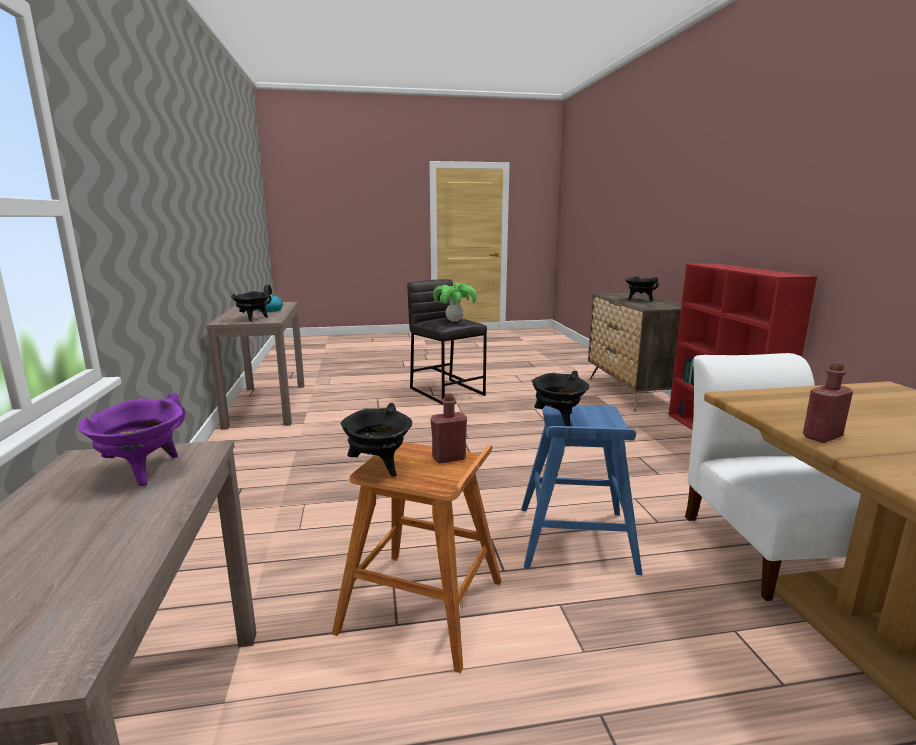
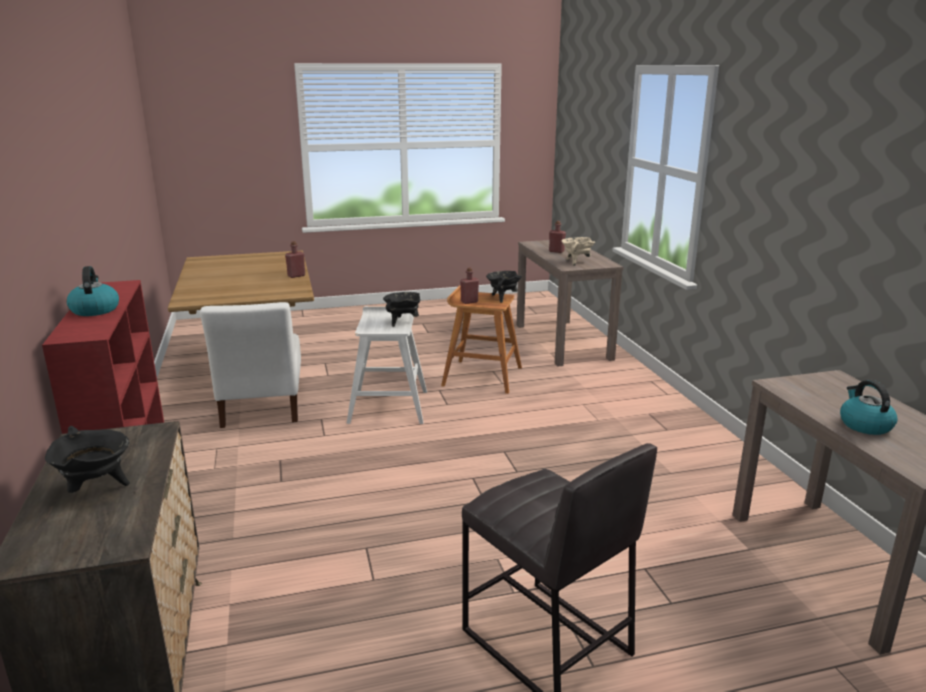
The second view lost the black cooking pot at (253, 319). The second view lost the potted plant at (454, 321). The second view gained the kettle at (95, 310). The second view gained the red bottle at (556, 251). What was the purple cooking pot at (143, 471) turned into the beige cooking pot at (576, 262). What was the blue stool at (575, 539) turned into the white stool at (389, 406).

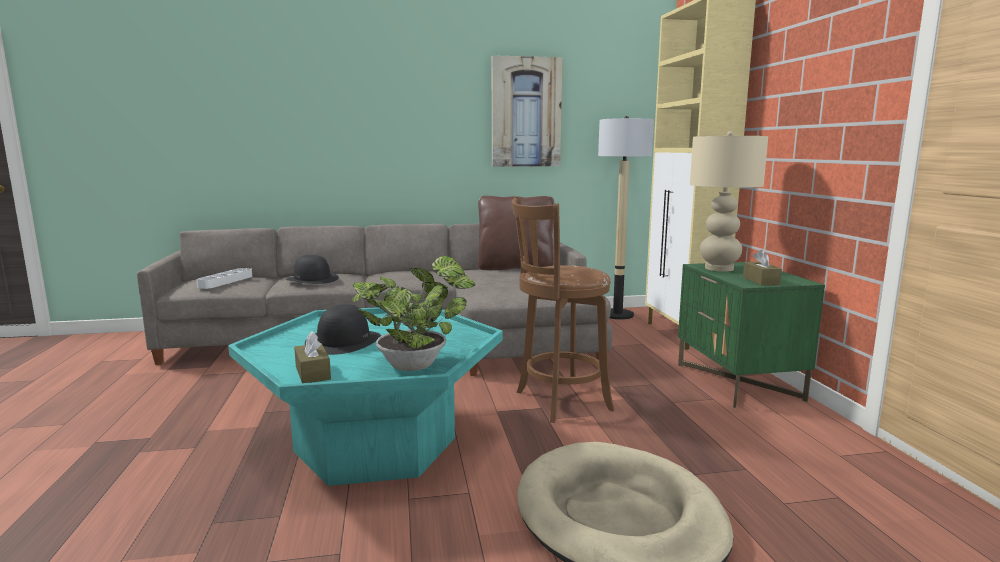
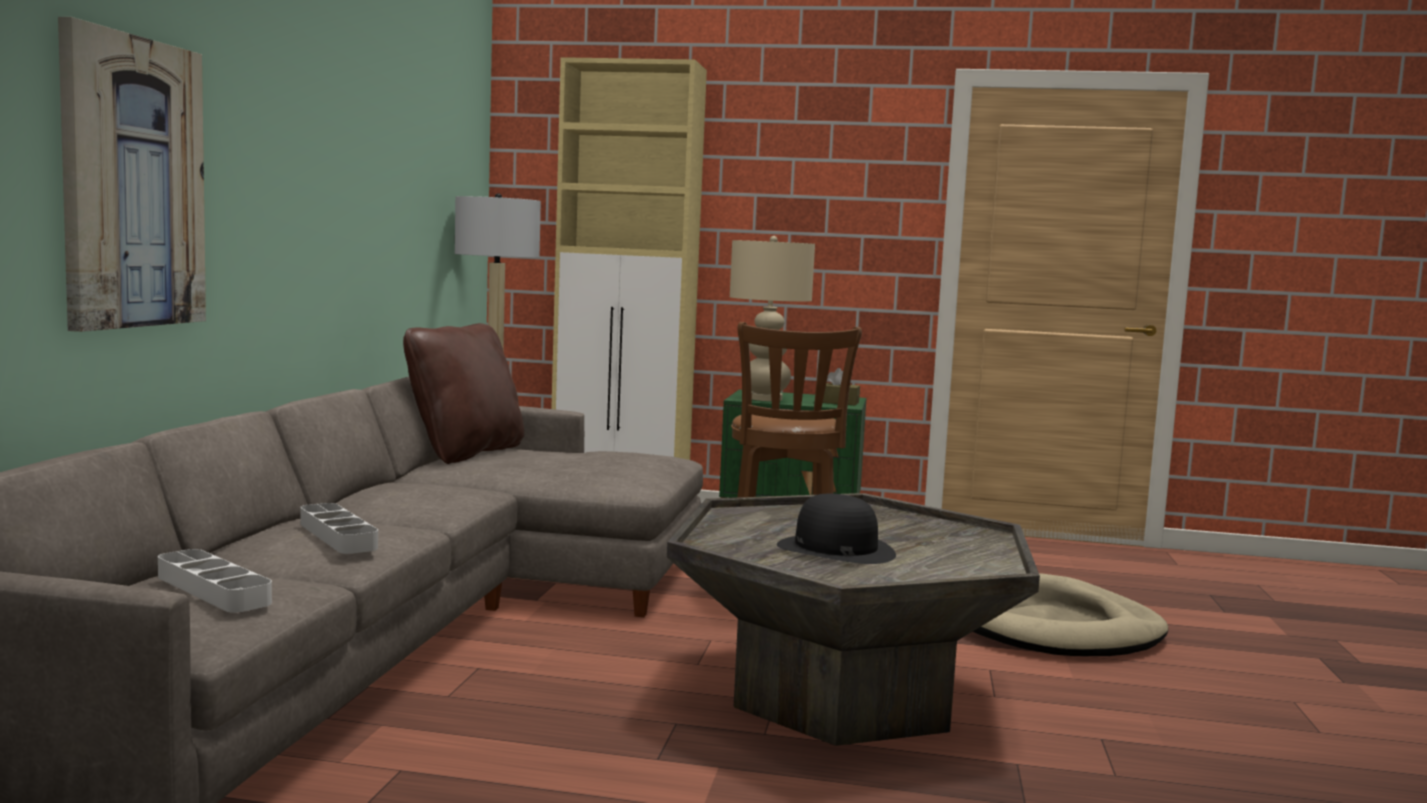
The second view lost the brown tissue box at (313, 373). The second view lost the potted plant at (417, 365). The picture ended up elsewhere, having gone from (526, 112) to (132, 183). Where the black hat stood at (312, 279), the grey tray came to stand at (337, 536). What was the turquoise coffee table at (375, 444) turned into the grey coffee table at (842, 696).

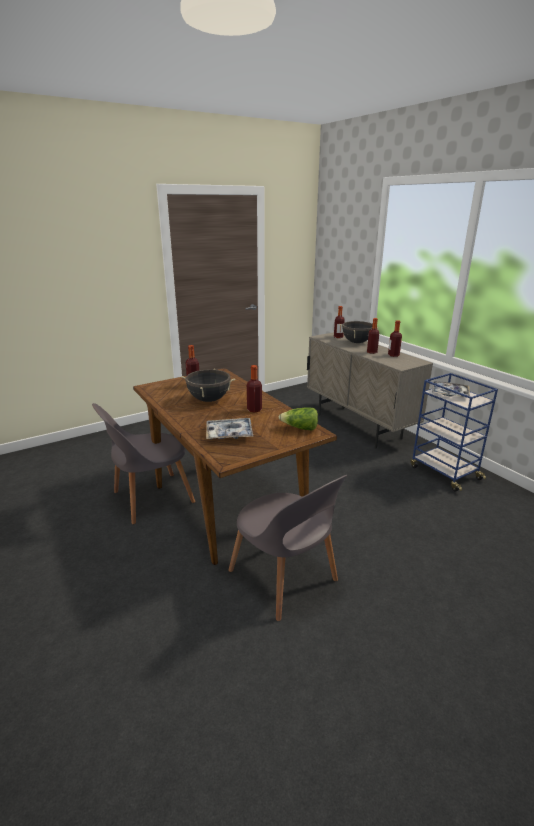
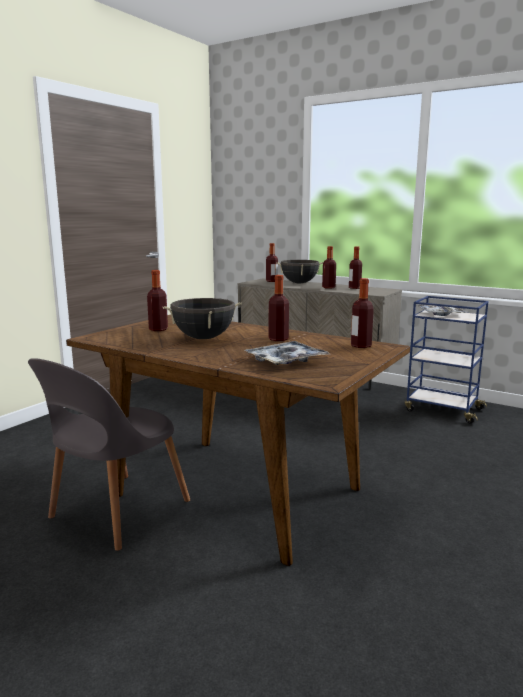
The second view lost the grey chair at (285, 578). Where the lettuce stood at (300, 428), the bottle came to stand at (360, 346).

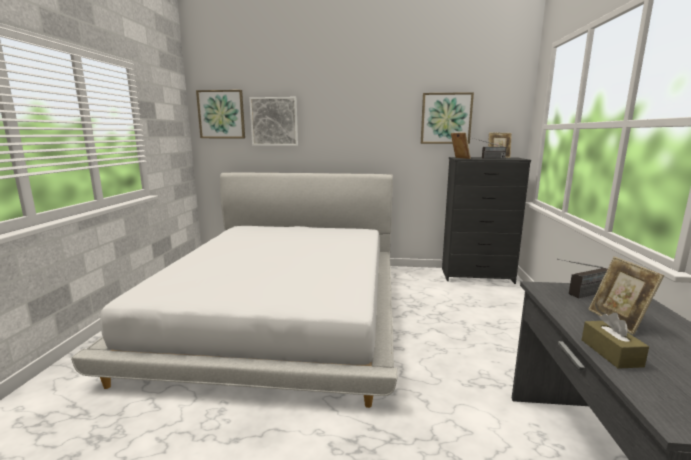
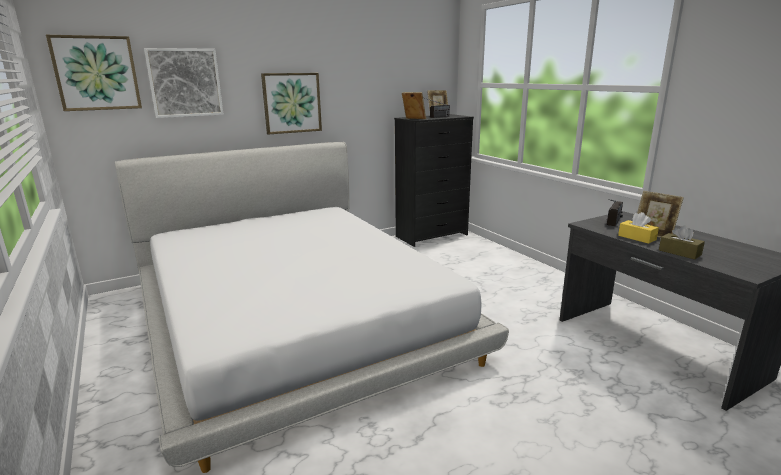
The second view gained the yellow tissue box at (637, 237). The picture ended up elsewhere, having gone from (446, 118) to (292, 103).

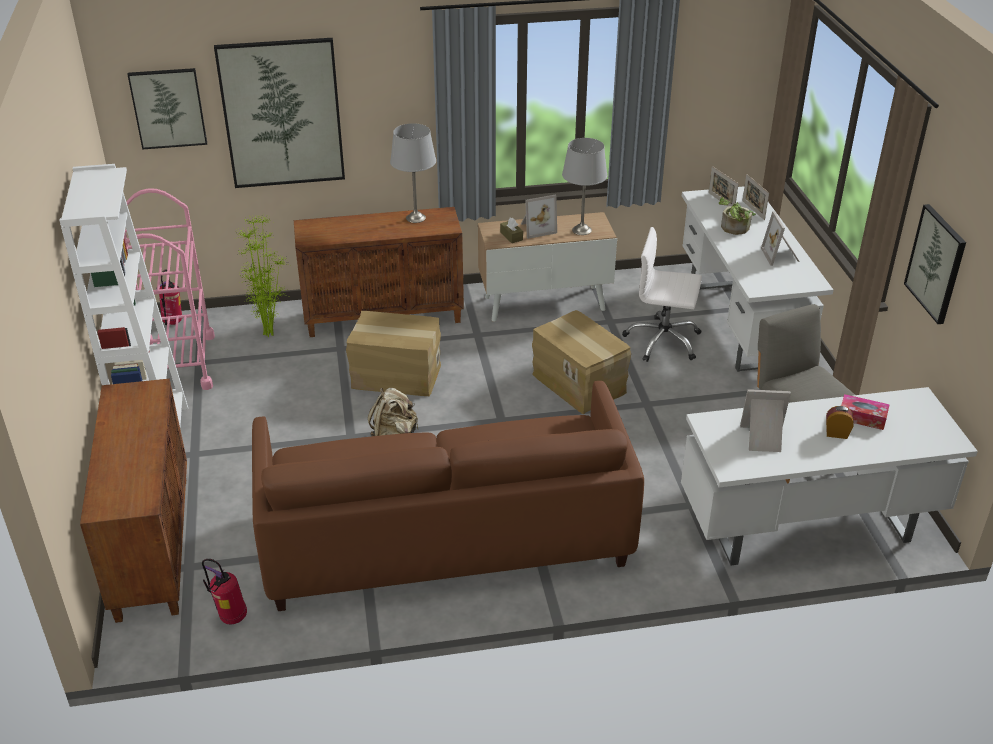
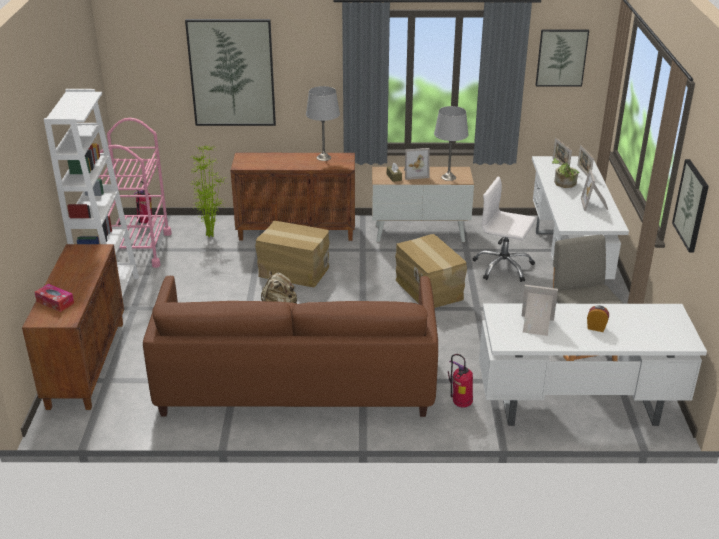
The picture ended up elsewhere, having gone from (168, 108) to (561, 57). The fire extinguisher ended up elsewhere, having gone from (231, 618) to (460, 404). The tissue box ended up elsewhere, having gone from (862, 417) to (55, 302).

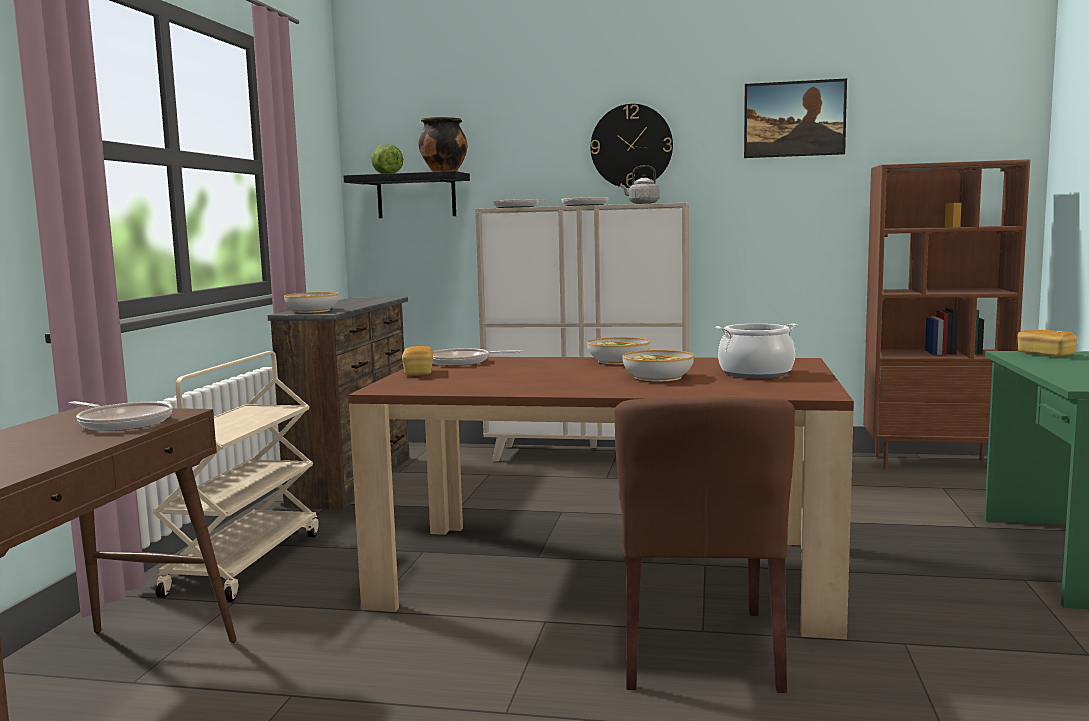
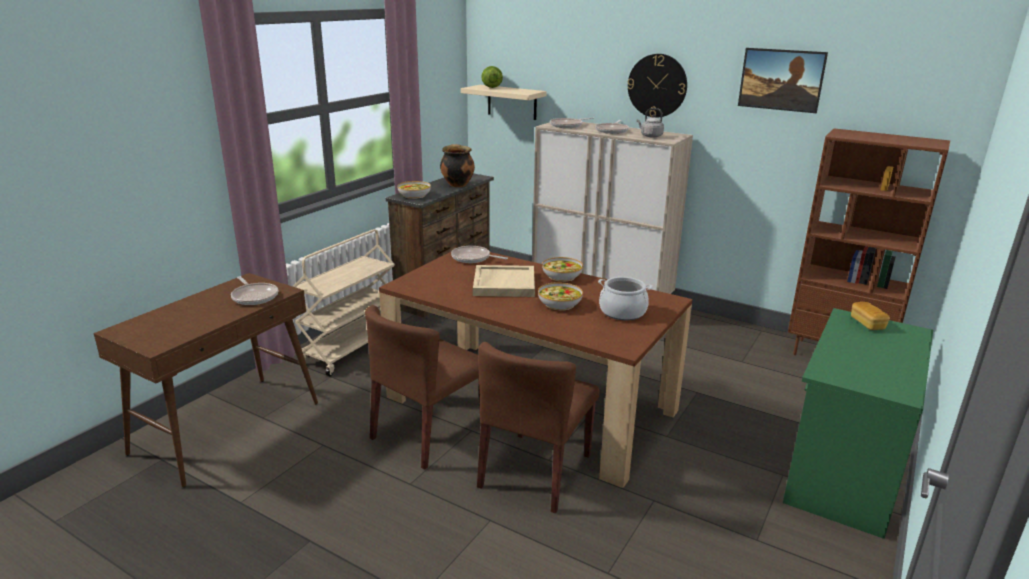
The second view lost the bread at (418, 373). The second view gained the brown chair at (428, 433). The second view gained the beige tray at (503, 284). The cooking pot ended up elsewhere, having gone from (443, 172) to (457, 184). What was the black shelf at (416, 196) turned into the beige shelf at (512, 102).

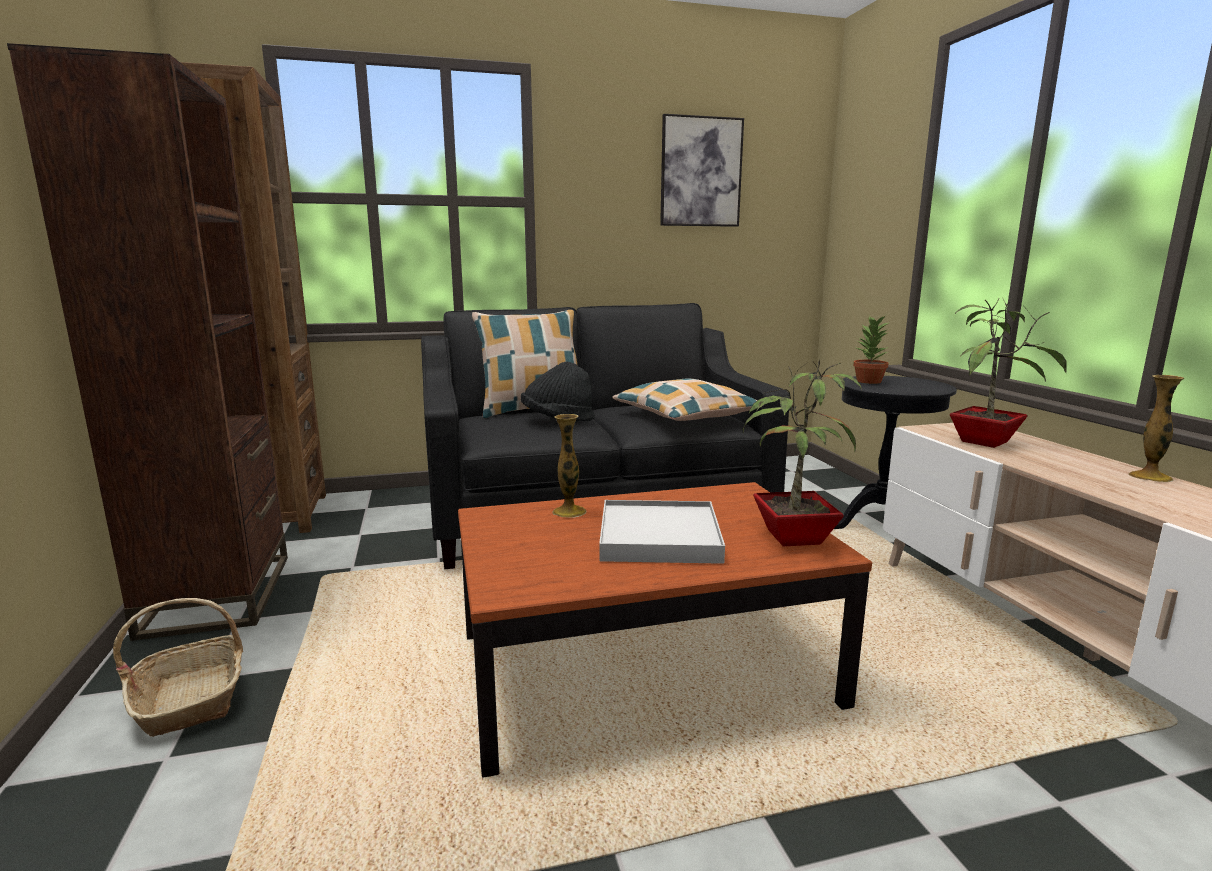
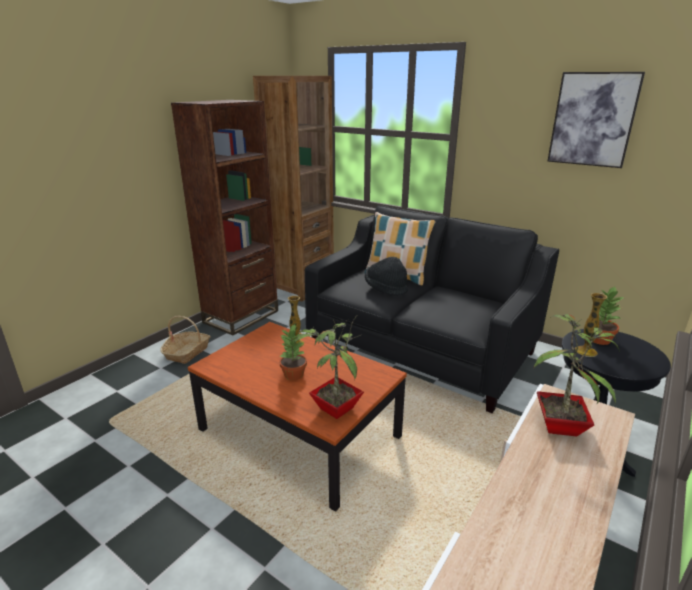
The second view lost the pillow at (685, 416). The vase ended up elsewhere, having gone from (1150, 477) to (585, 351). Where the white tray stood at (659, 537), the potted plant came to stand at (293, 375).

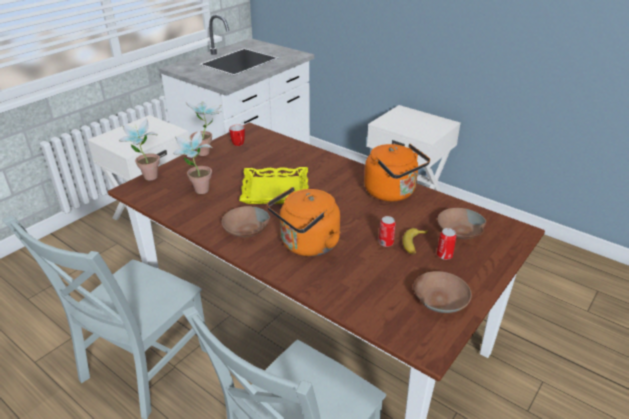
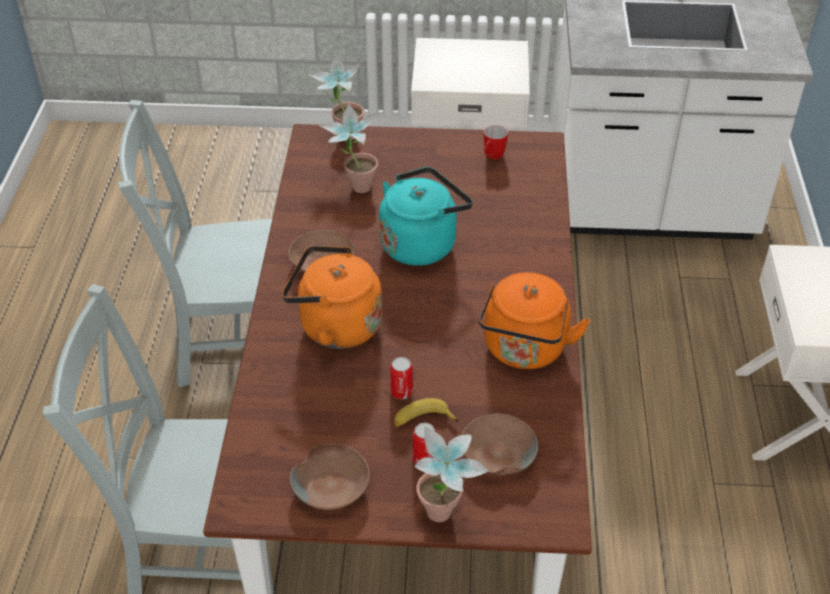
The potted plant ended up elsewhere, having gone from (208, 153) to (444, 518). Where the yellow tray stood at (275, 190), the turquoise kettle came to stand at (421, 243).

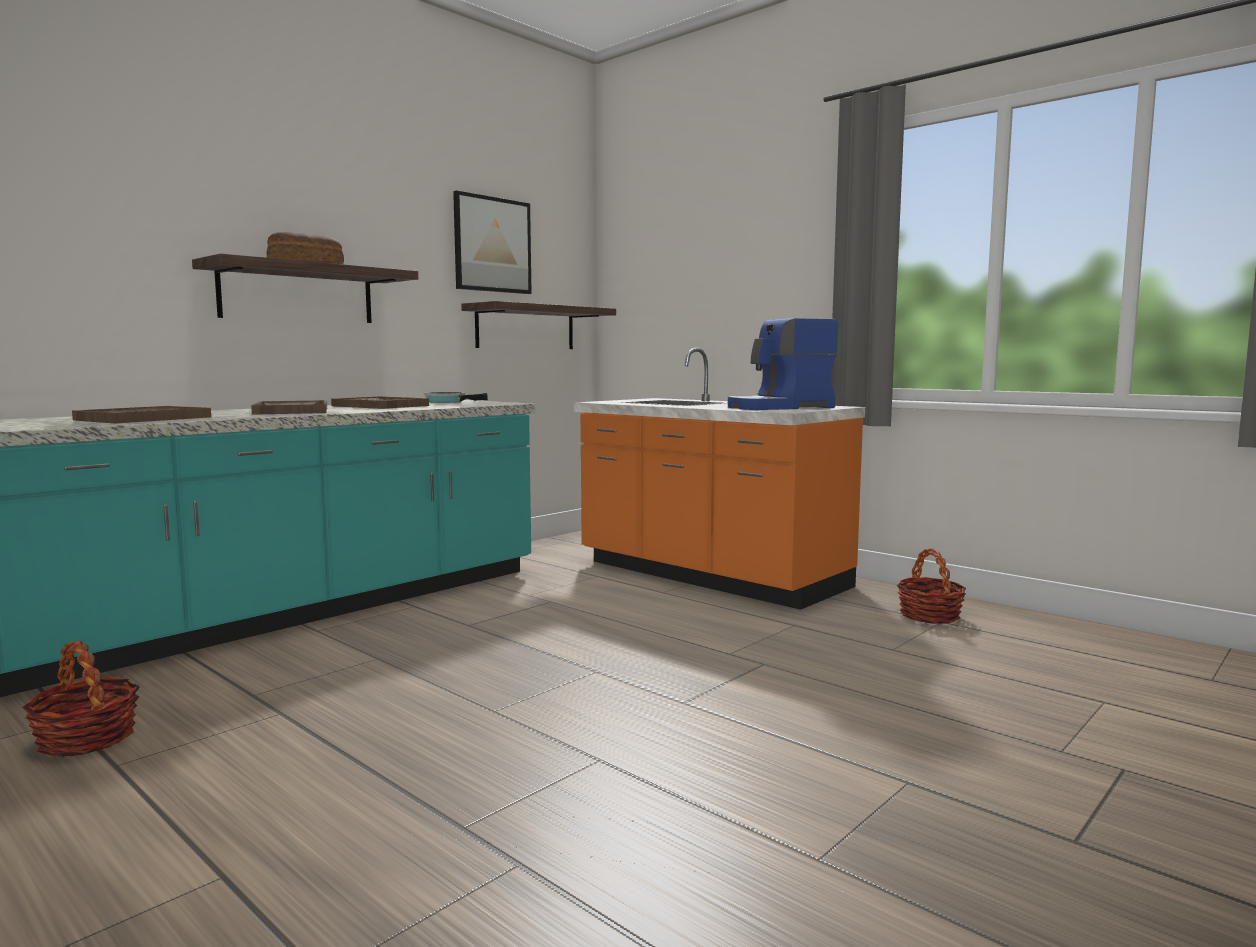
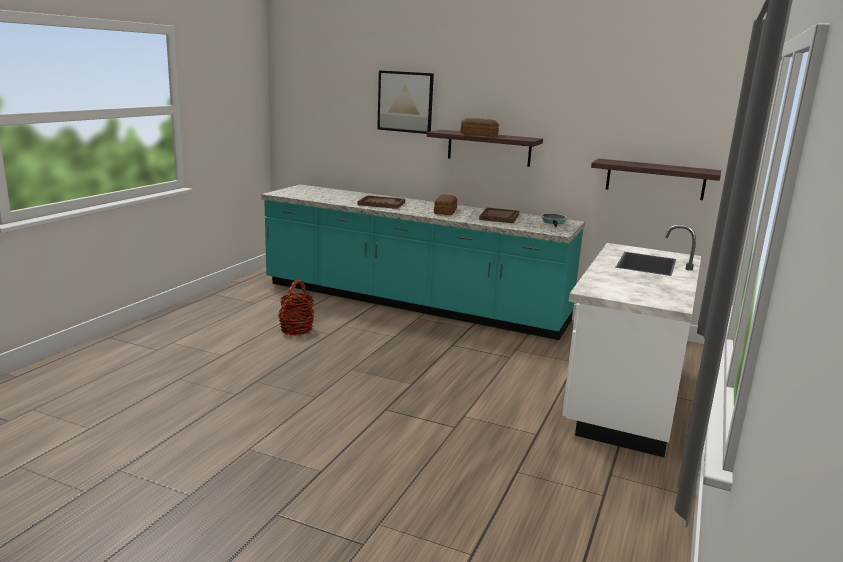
The second view lost the coffee machine at (780, 407). The picture ended up elsewhere, having gone from (492, 245) to (405, 102). The basket ended up elsewhere, having gone from (929, 615) to (296, 330). Where the brown tray stood at (292, 411), the bread came to stand at (444, 211). What was the orange counter at (709, 575) turned into the white counter at (623, 397).

